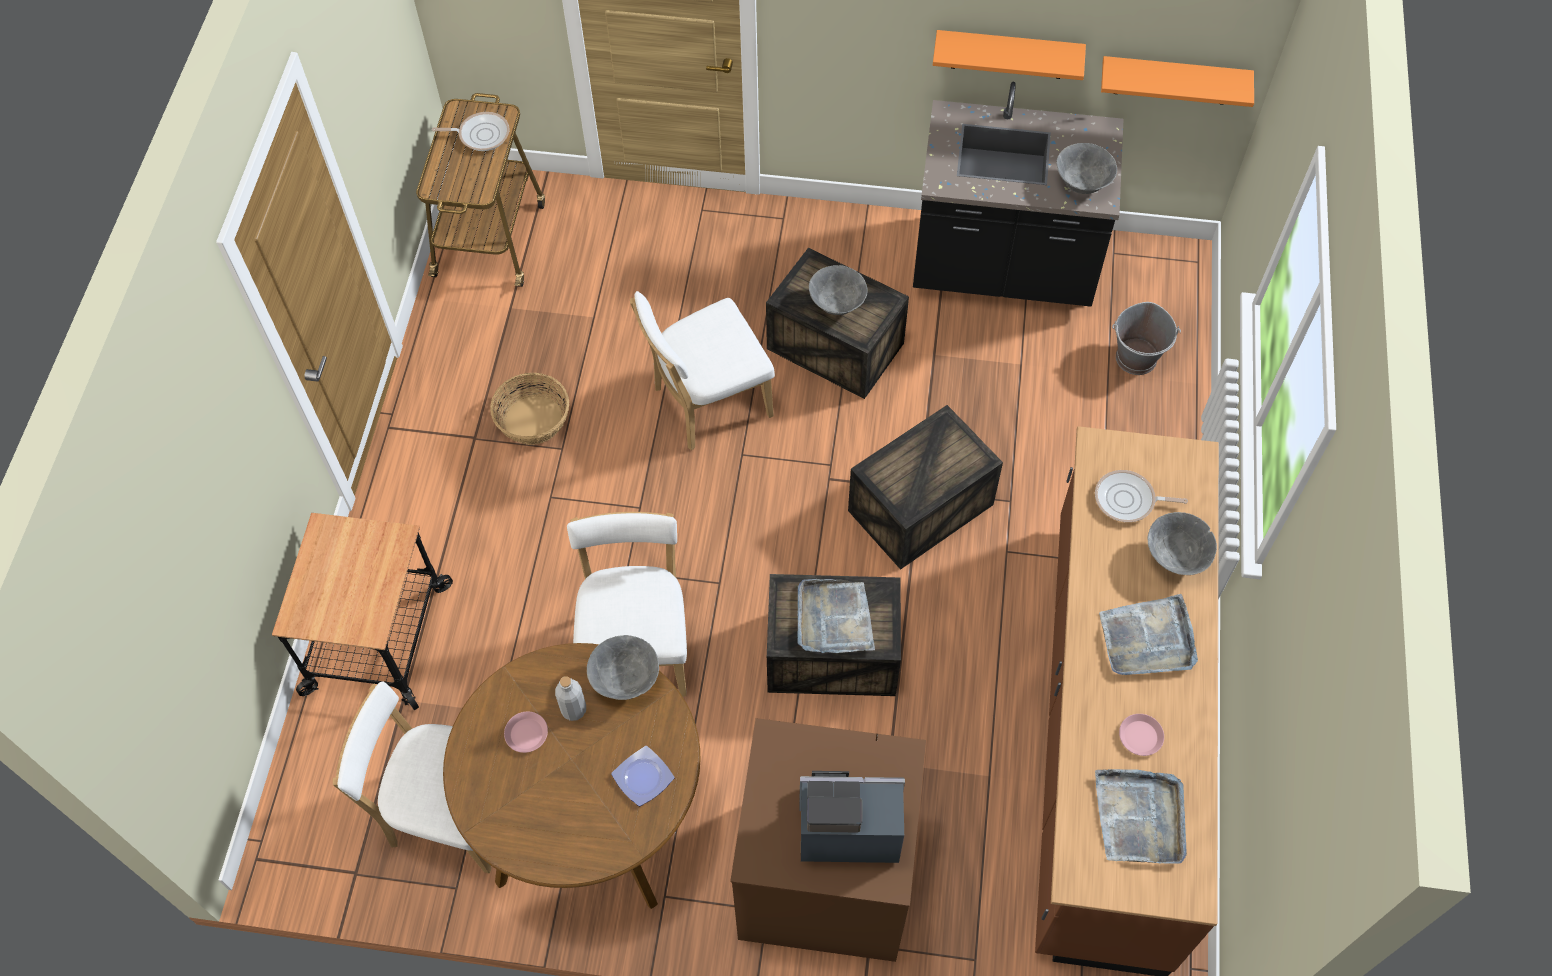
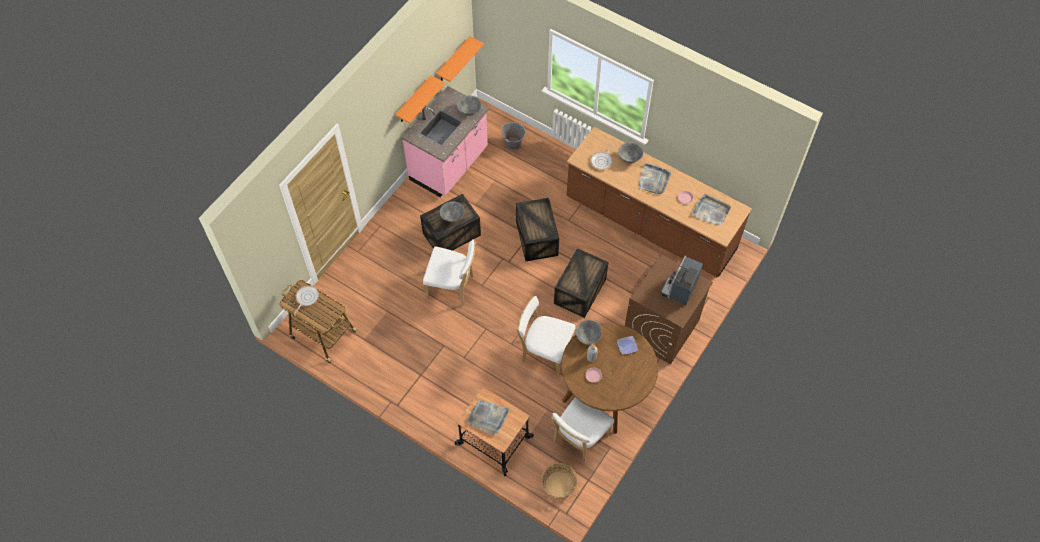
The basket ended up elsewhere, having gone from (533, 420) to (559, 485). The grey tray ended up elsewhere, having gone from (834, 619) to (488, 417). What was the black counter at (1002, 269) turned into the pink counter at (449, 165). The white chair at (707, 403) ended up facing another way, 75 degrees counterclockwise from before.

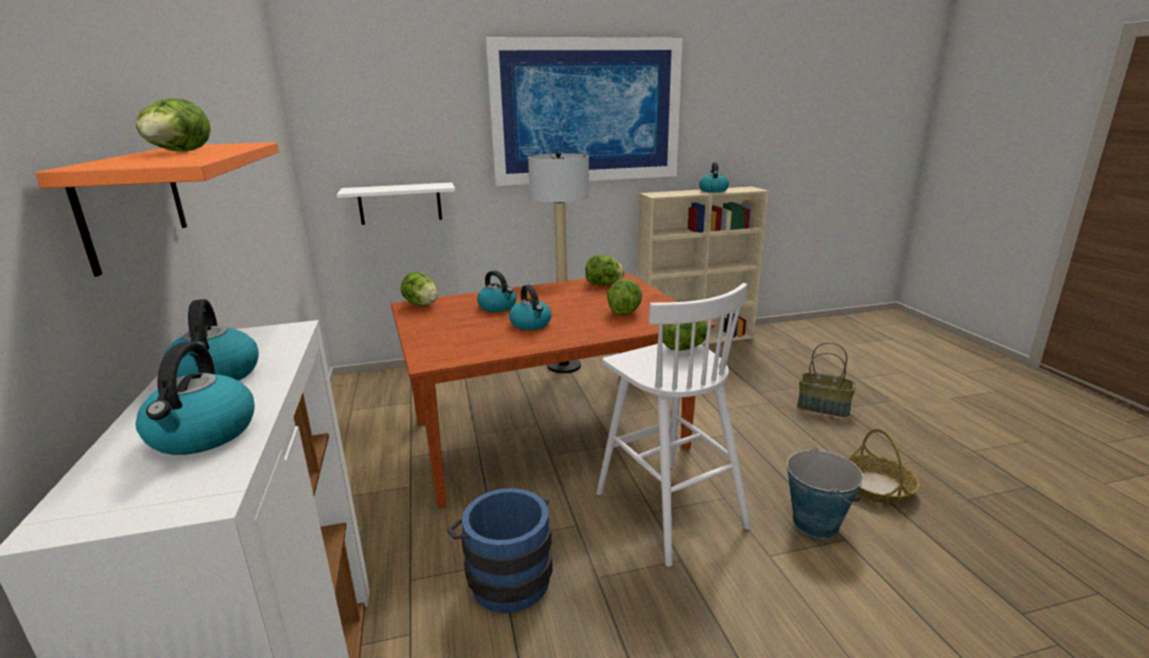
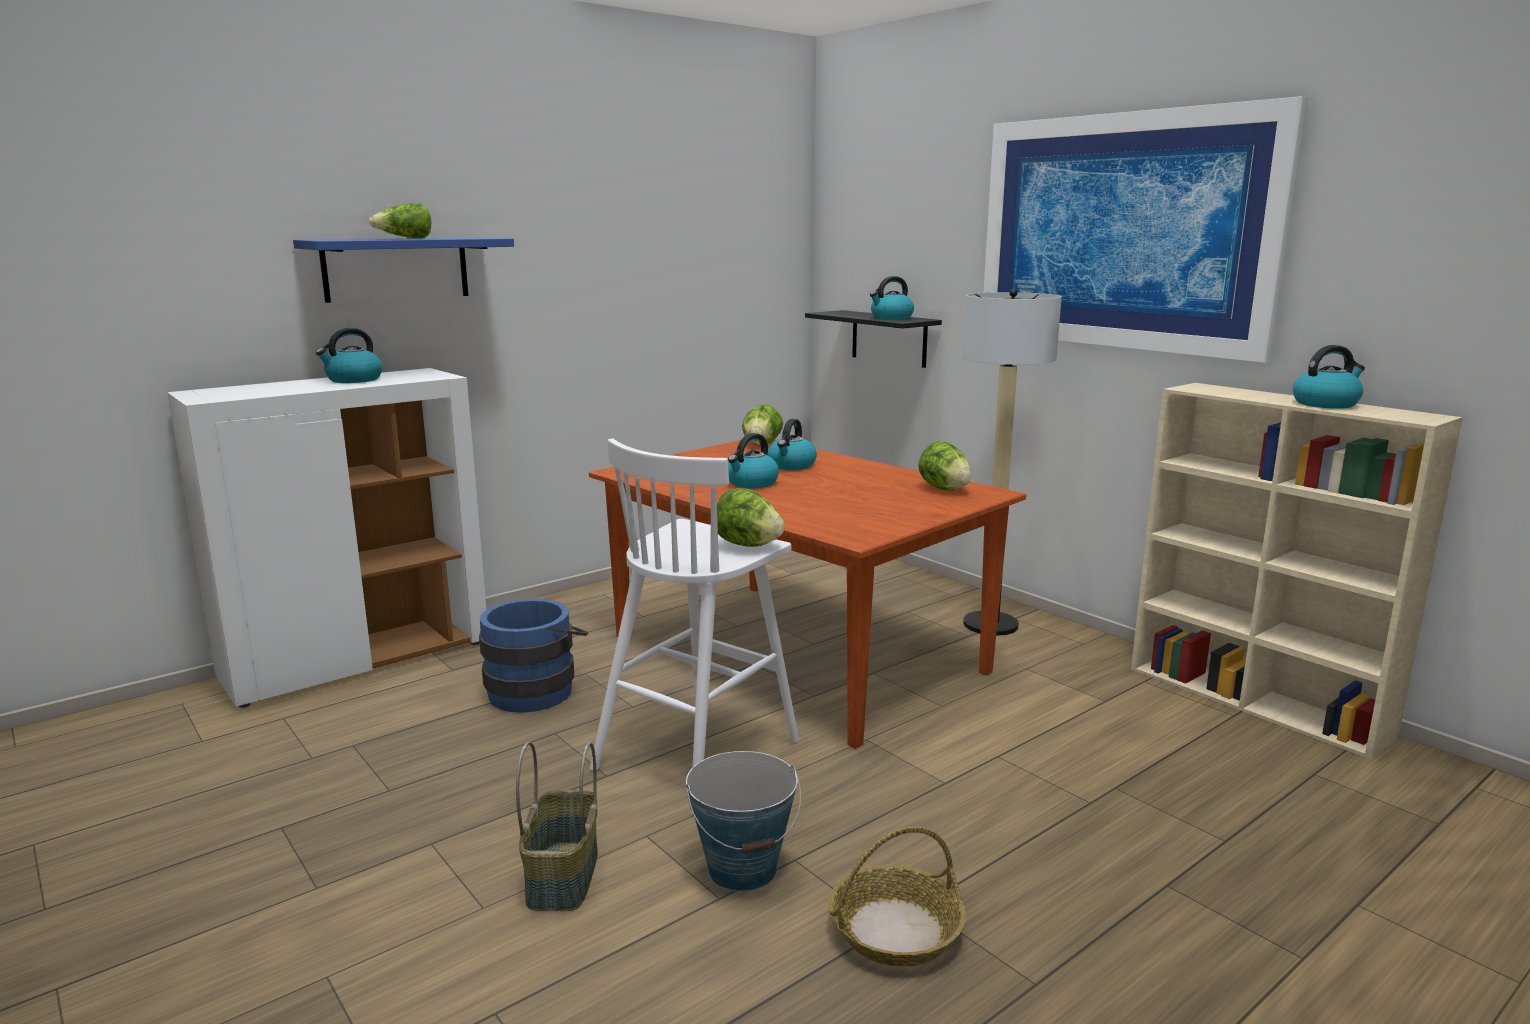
The second view lost the lettuce at (624, 312). The kettle ended up elsewhere, having gone from (203, 434) to (891, 318). The basket ended up elsewhere, having gone from (823, 407) to (564, 877). What was the orange shelf at (133, 203) turned into the blue shelf at (396, 269). What was the white shelf at (400, 203) turned into the black shelf at (889, 338).

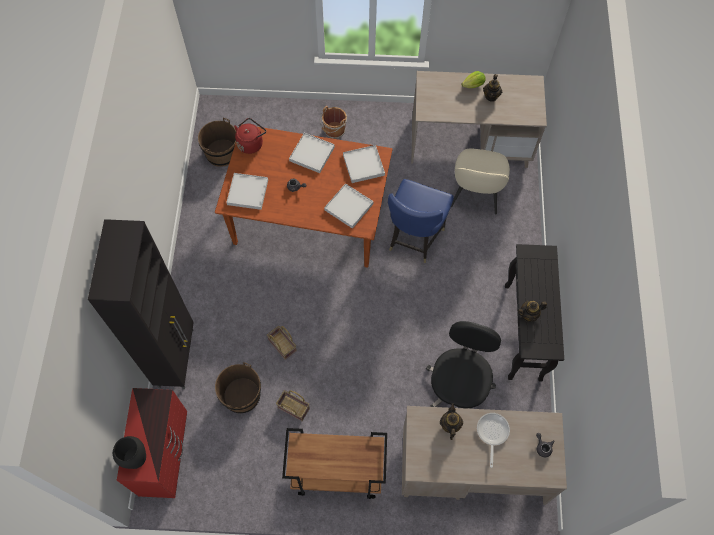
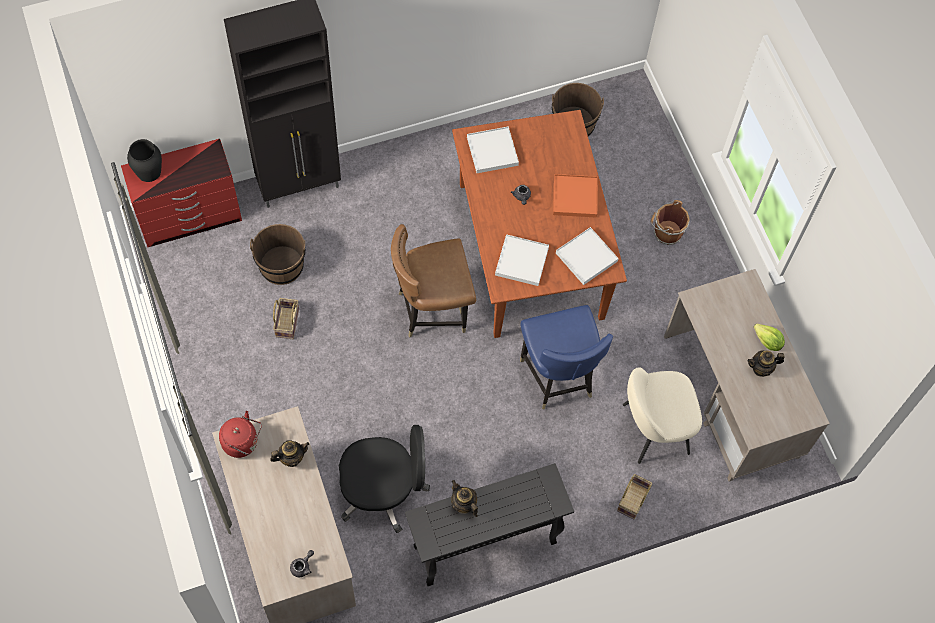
The second view lost the brown cart at (336, 474). The second view lost the frying pan at (492, 433). The second view gained the brown chair at (432, 309). The red kettle ended up elsewhere, having gone from (251, 143) to (242, 443). The basket ended up elsewhere, having gone from (283, 346) to (633, 501). What was the white tray at (312, 154) turned into the orange tray at (575, 197). The blue chair at (414, 238) ended up facing another way, 105 degrees counterclockwise from before.

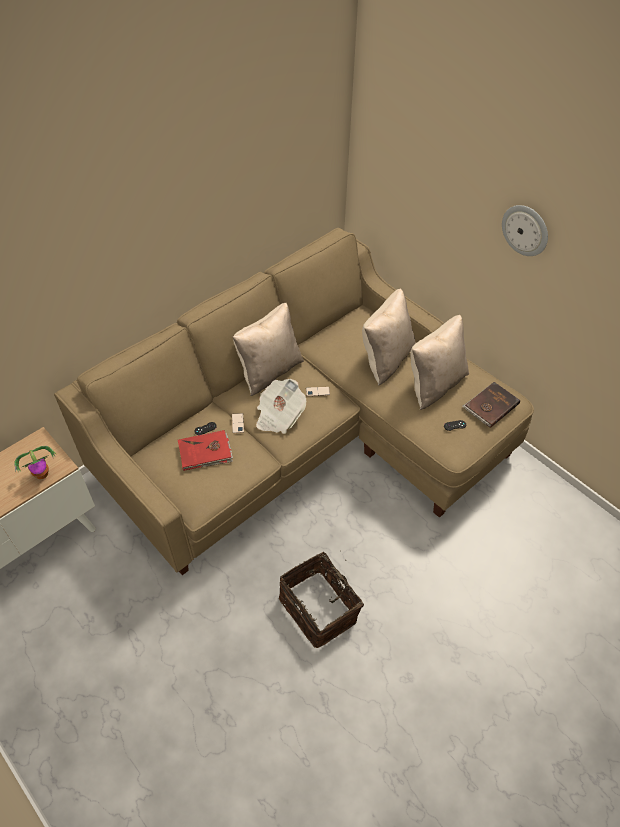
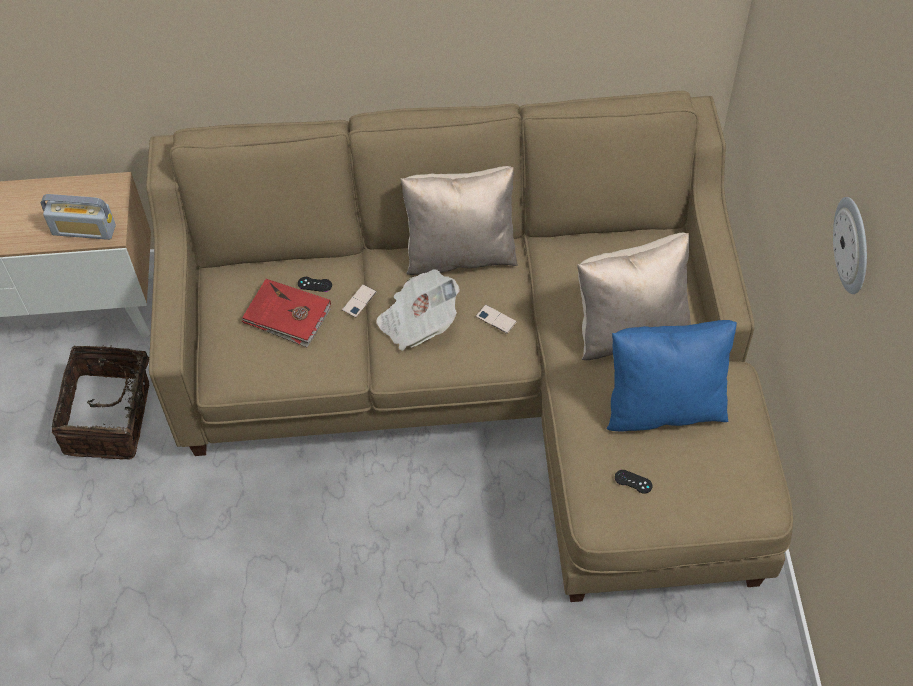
The second view lost the brown book at (490, 406). The basket ended up elsewhere, having gone from (320, 608) to (111, 418). Where the potted plant stood at (42, 474), the radio came to stand at (84, 230). What was the beige pillow at (434, 384) turned into the blue pillow at (664, 406).

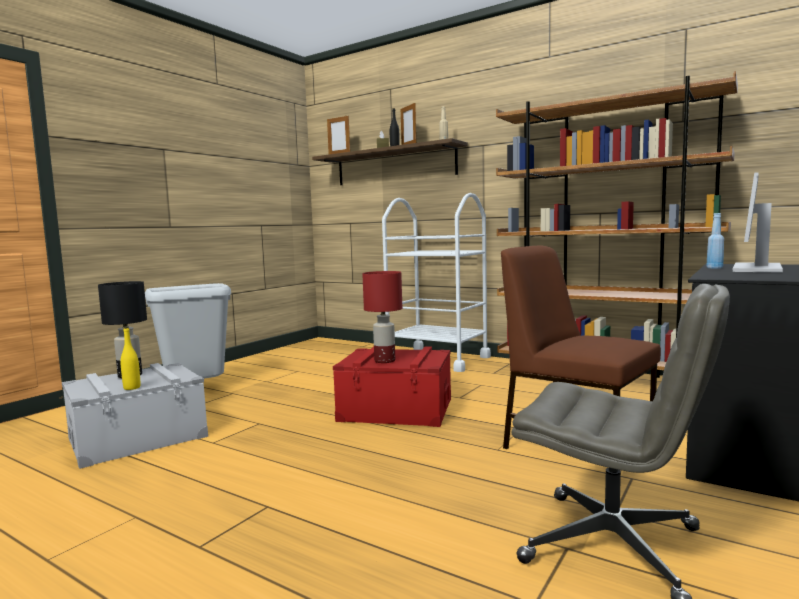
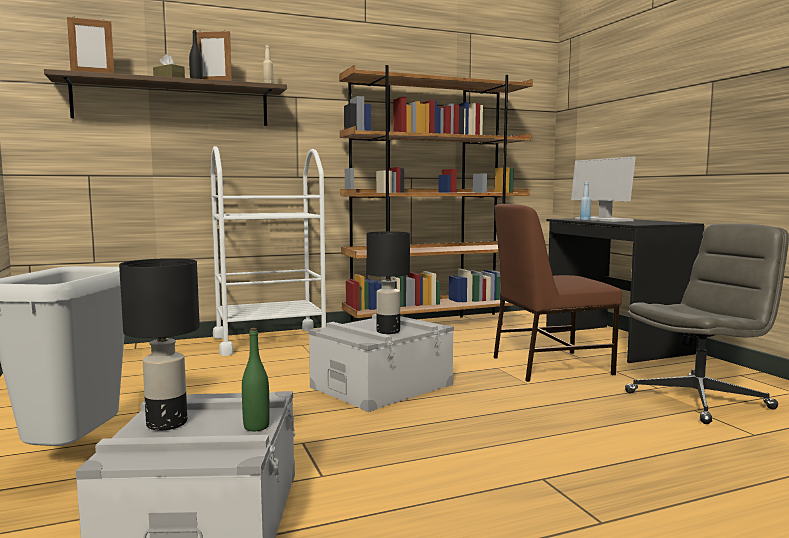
What was the yellow bottle at (132, 388) turned into the green bottle at (256, 427). What was the red storage box at (396, 409) turned into the grey storage box at (381, 386). What was the red table lamp at (384, 361) turned into the black table lamp at (388, 332).

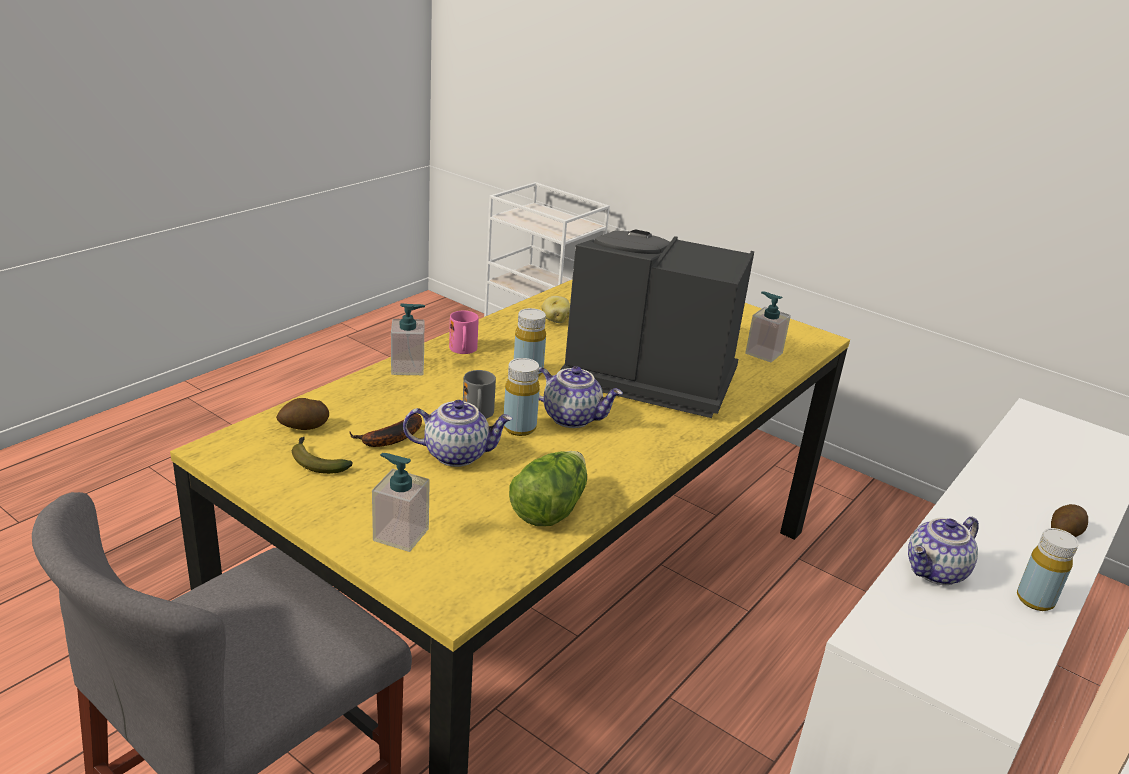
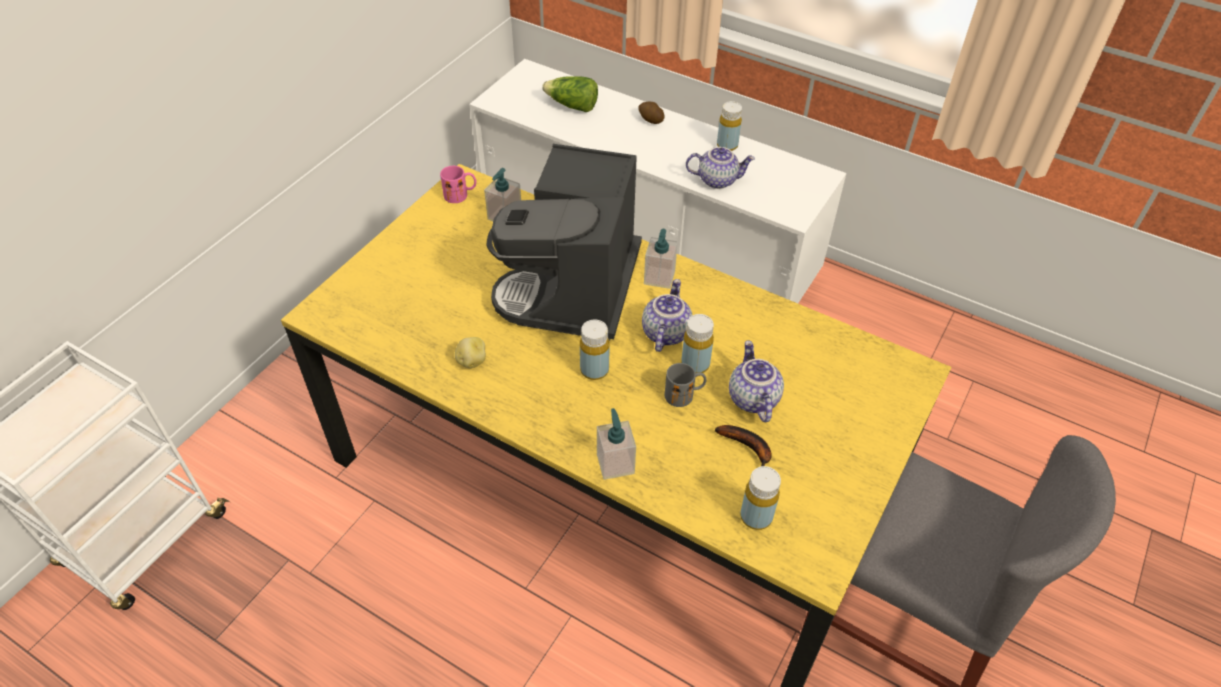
The second view lost the banana at (316, 462). The soap dispenser ended up elsewhere, having gone from (400, 534) to (659, 277). The pink mug ended up elsewhere, having gone from (463, 350) to (460, 194). The lettuce ended up elsewhere, having gone from (549, 507) to (572, 106). Where the potato stood at (304, 427), the yellow bottle came to stand at (756, 517). The teapot at (936, 572) ended up facing another way, 45 degrees counterclockwise from before.

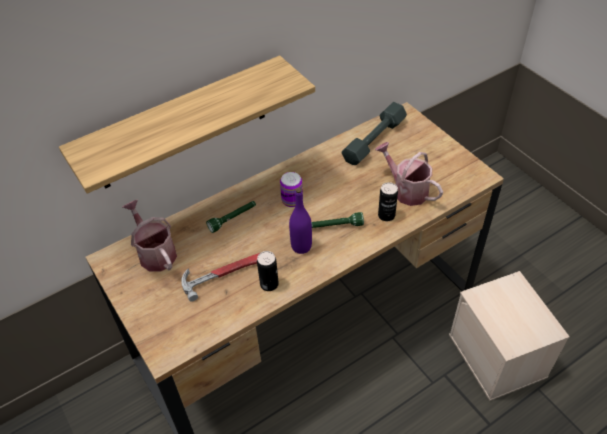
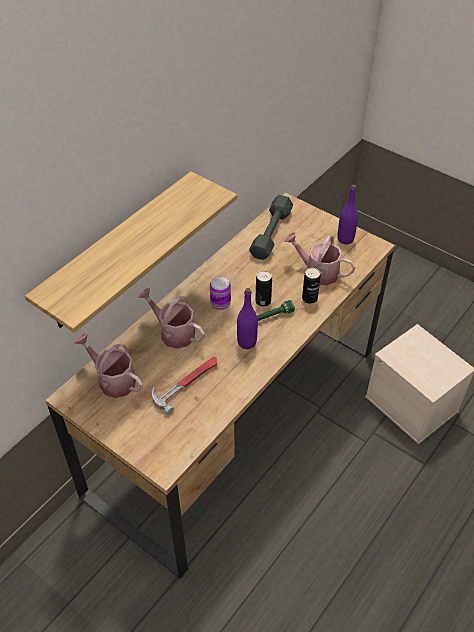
The second view gained the purple bottle at (345, 239). The can ended up elsewhere, having gone from (269, 284) to (263, 301). Where the green flashlight stood at (233, 219), the watering can came to stand at (173, 332).

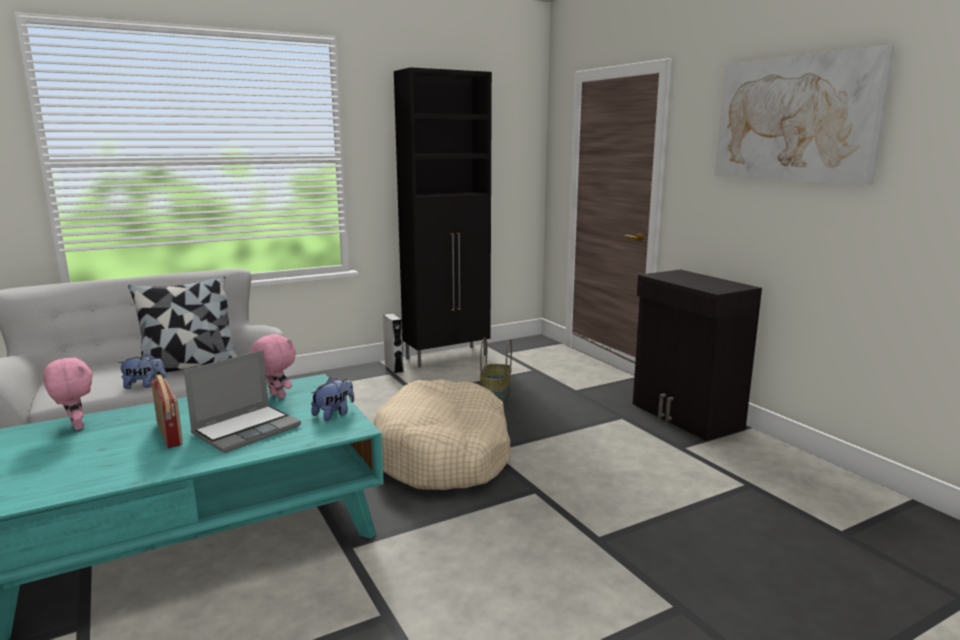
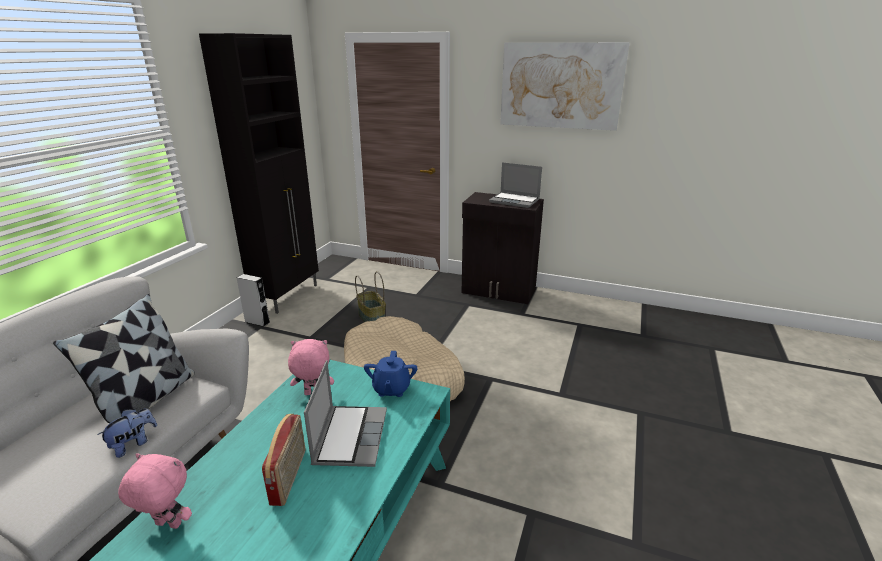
The second view gained the laptop at (515, 201). Where the plush toy stood at (334, 414), the blue teapot came to stand at (391, 389). The radio at (170, 434) ended up facing another way, 75 degrees clockwise from before.

